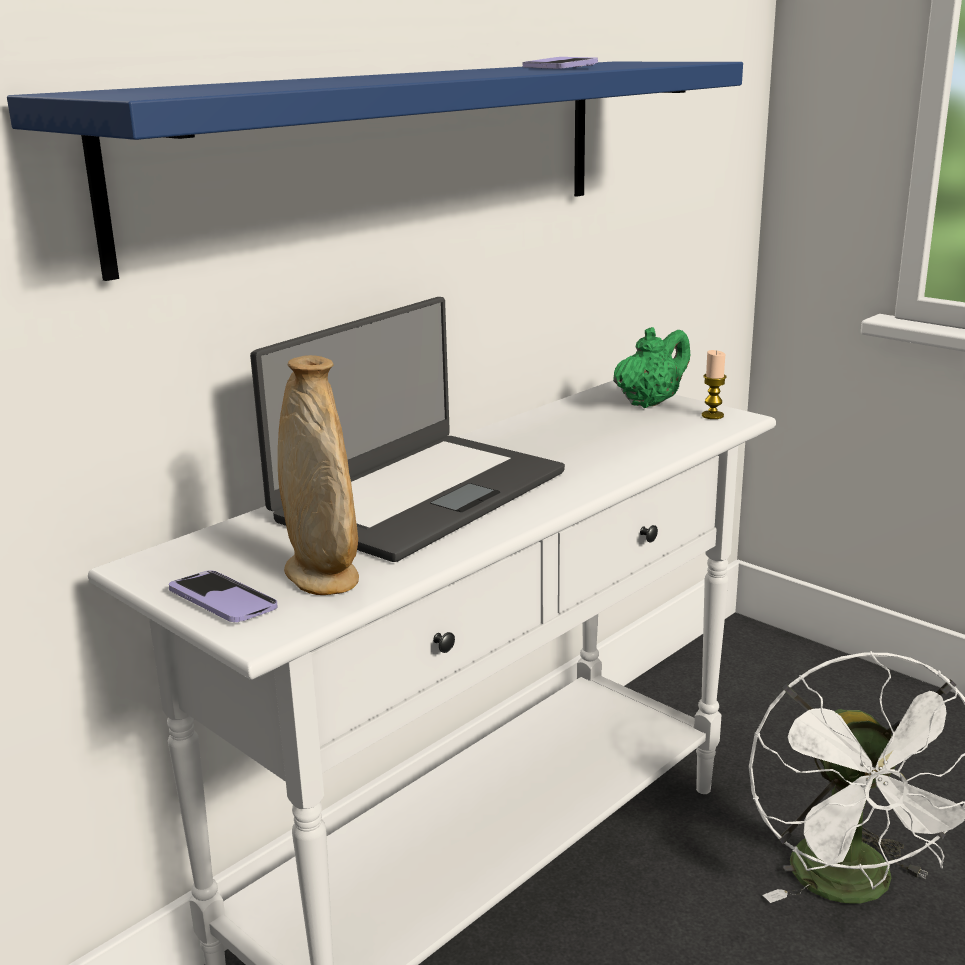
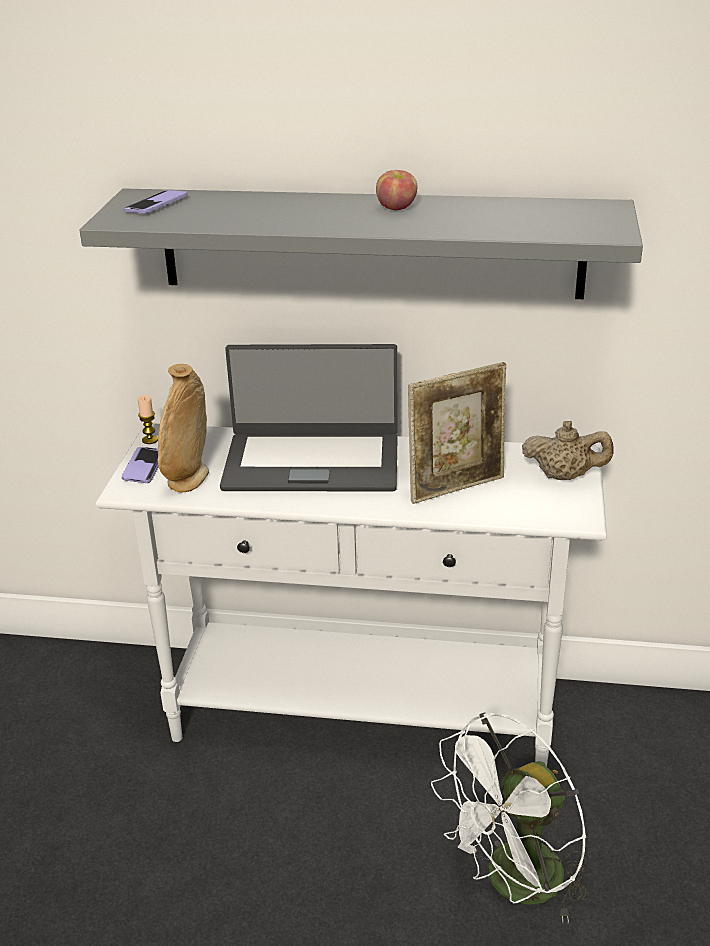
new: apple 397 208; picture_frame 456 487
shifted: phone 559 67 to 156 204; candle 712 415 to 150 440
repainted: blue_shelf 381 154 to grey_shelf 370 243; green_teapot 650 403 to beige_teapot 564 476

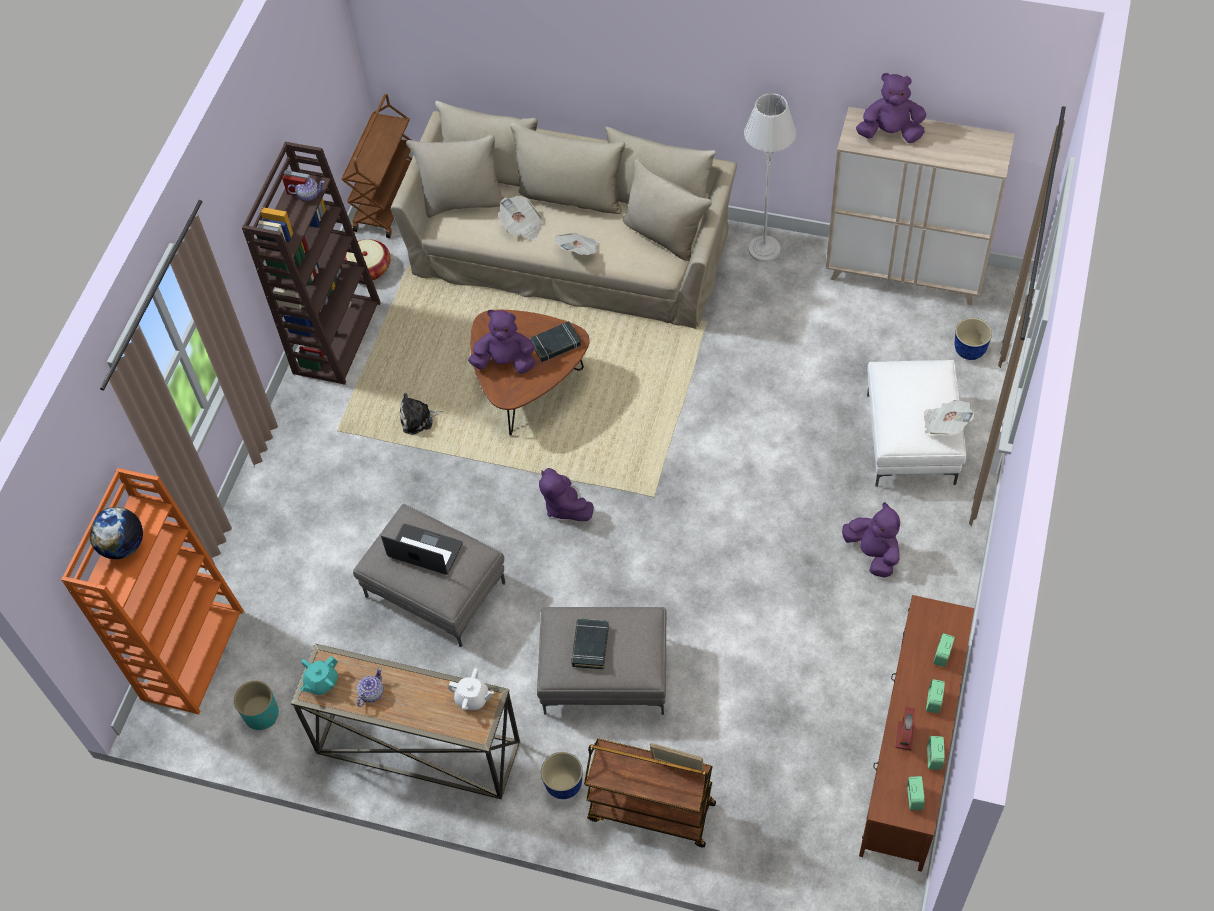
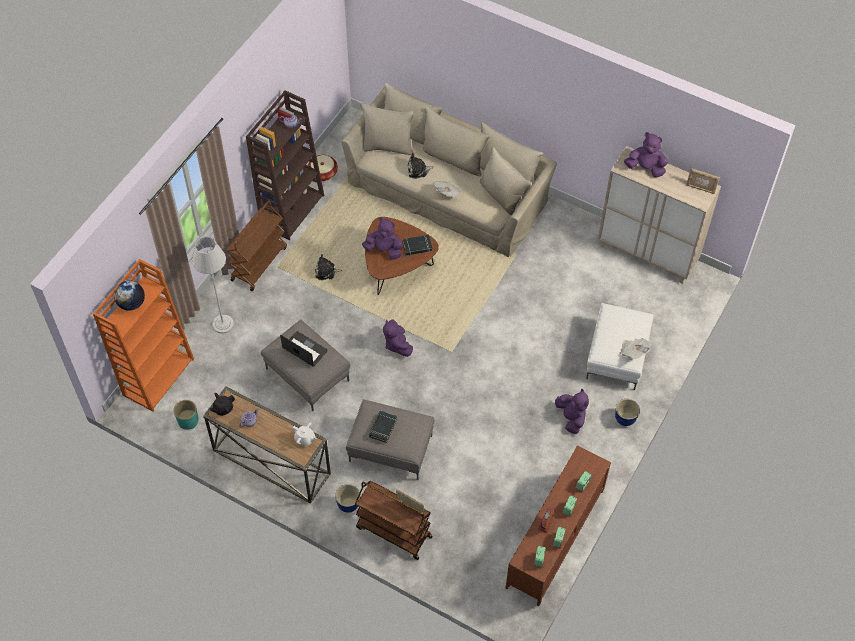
new: picture_frame 700 188
shifted: brown_cart 386 199 to 259 263; grey_floor_lamp 764 249 to 223 324; planter 969 351 to 625 419
swapped: newspaper 522 226 to plush_toy 418 170
repainted: turquoise_teapot 321 682 to black_teapot 223 409

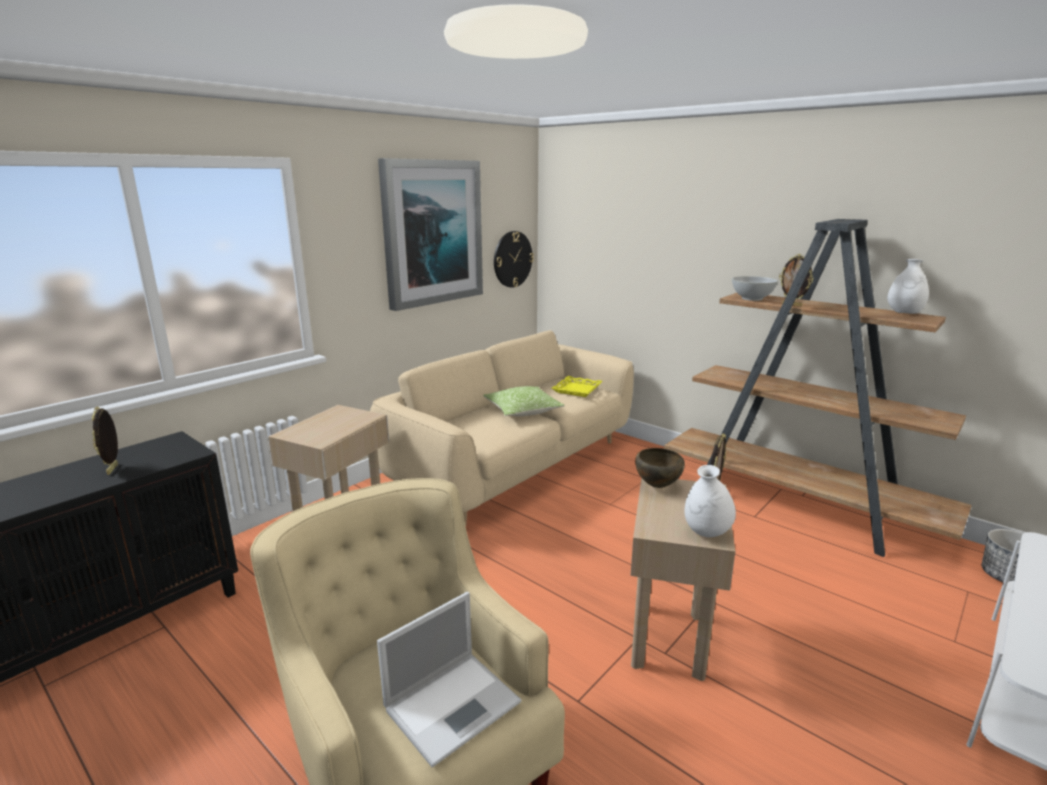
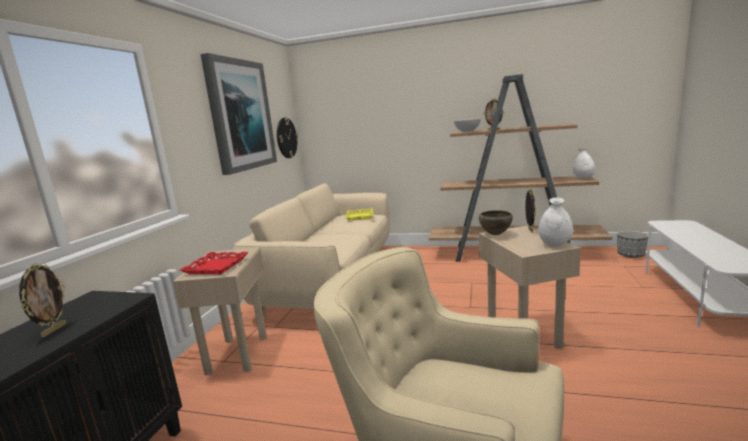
gone: laptop 454 704; pillow 522 411
new: red_tray 216 266
shifted: white_vase 904 314 to 583 178
rotated: picture_frame 114 469 = 53 330 135 degrees counterclockwise

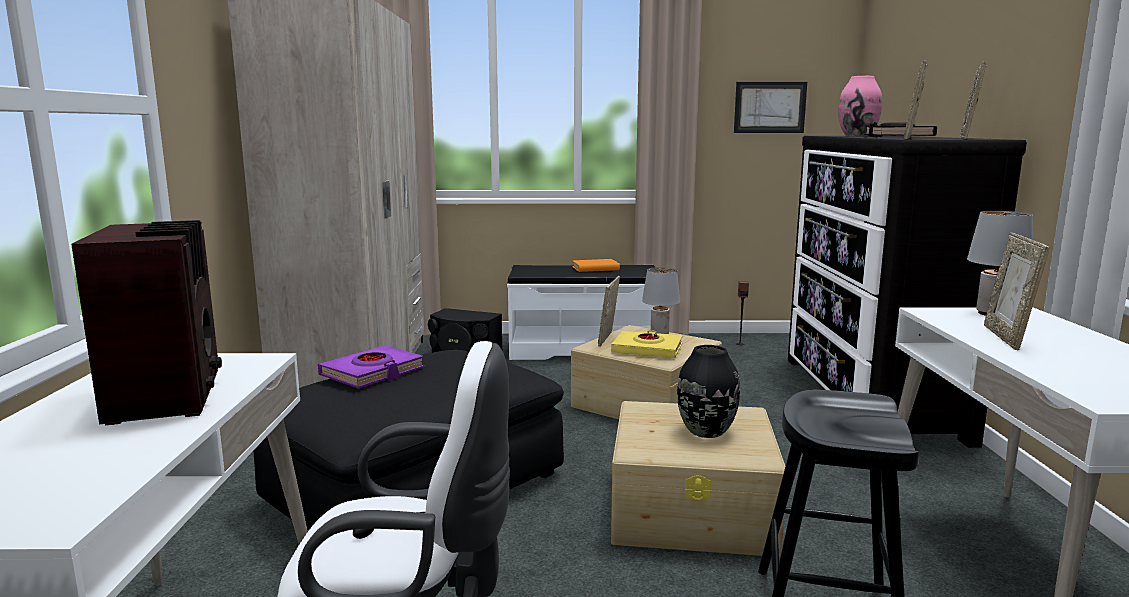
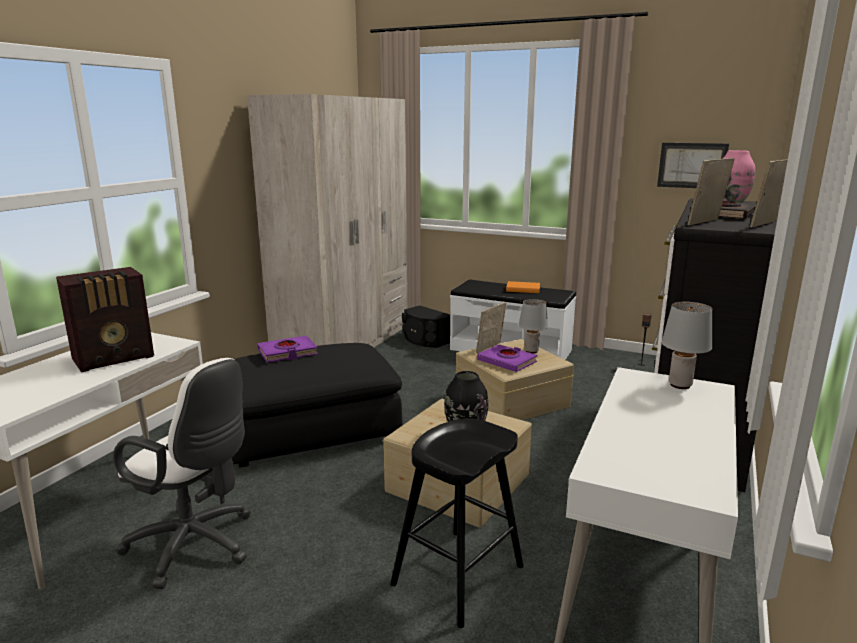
gone: picture_frame 1007 338
repainted: yellow_book 647 349 to purple_book 507 362
rotated: radio 168 395 = 115 358 45 degrees clockwise

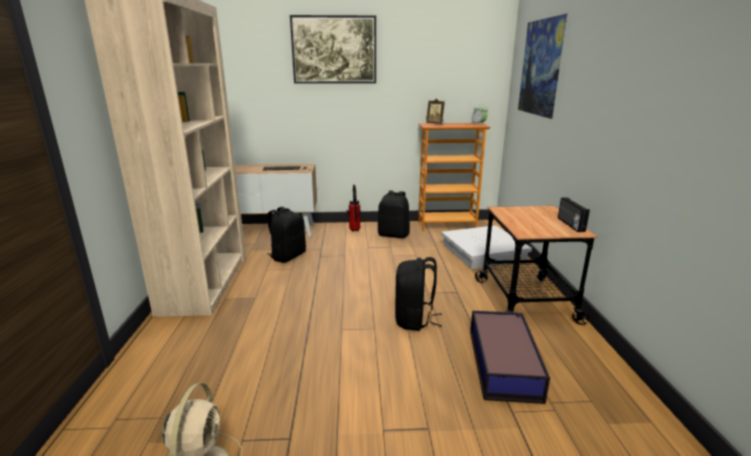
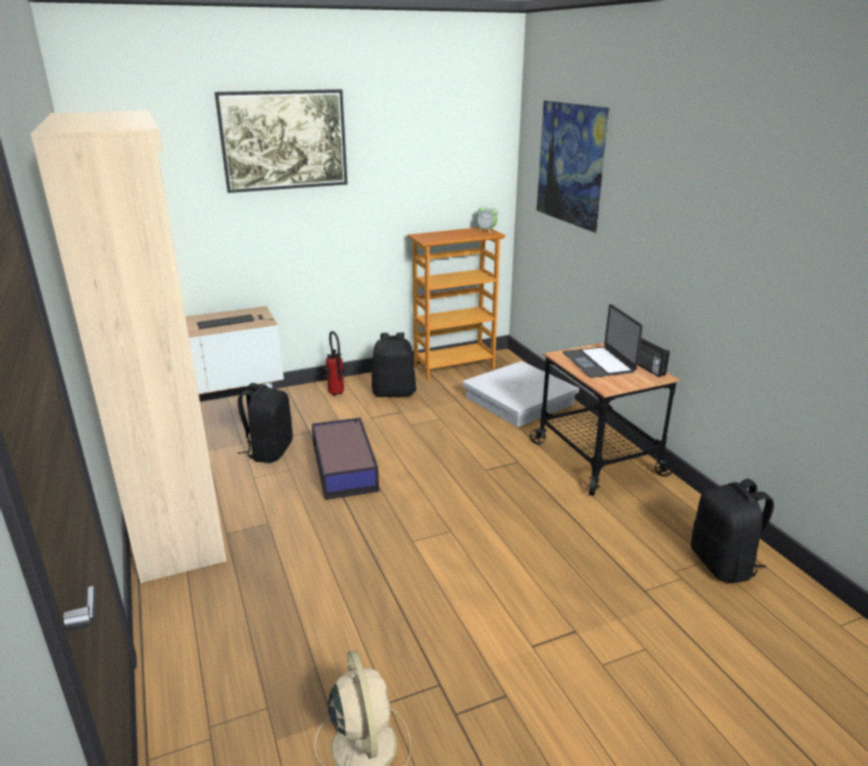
gone: picture_frame 435 124
new: laptop 598 362
shifted: black_backpack 414 320 to 723 564; storage_box 503 363 to 345 466

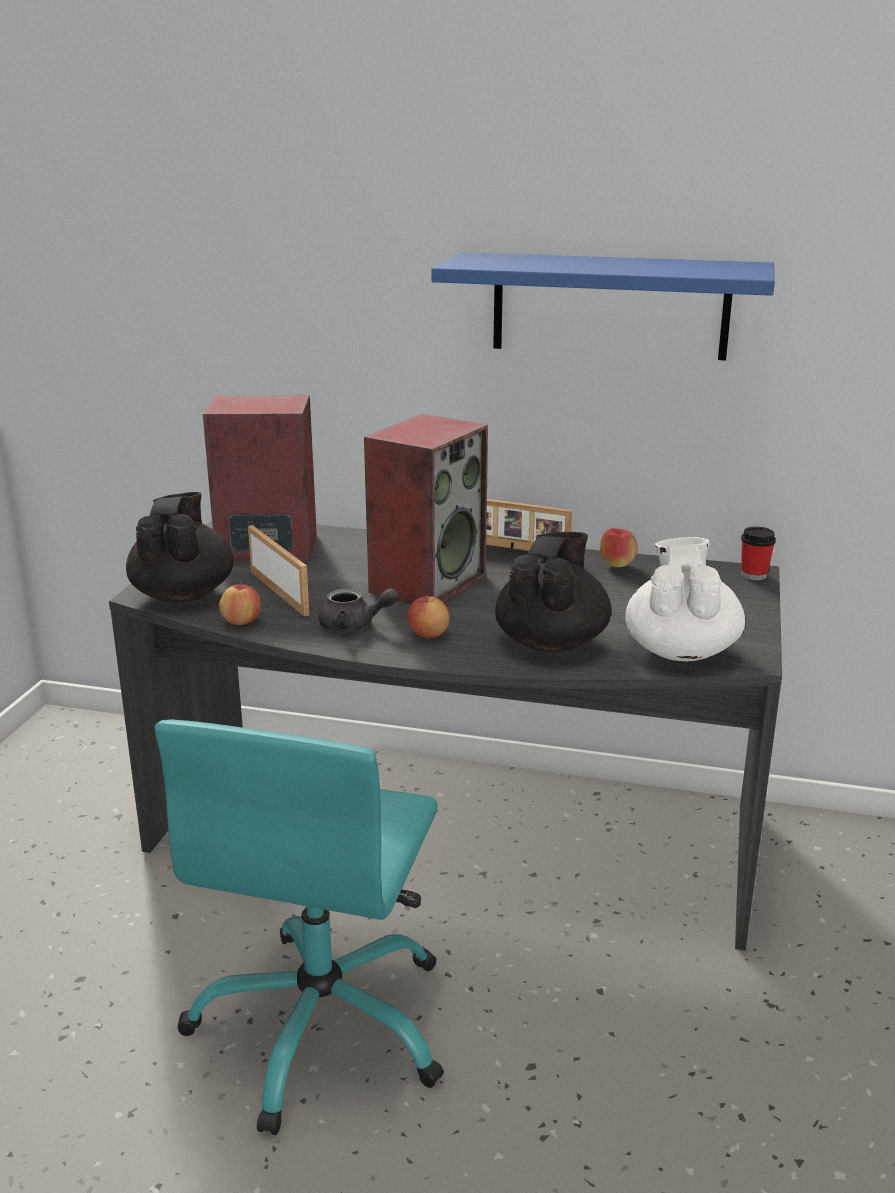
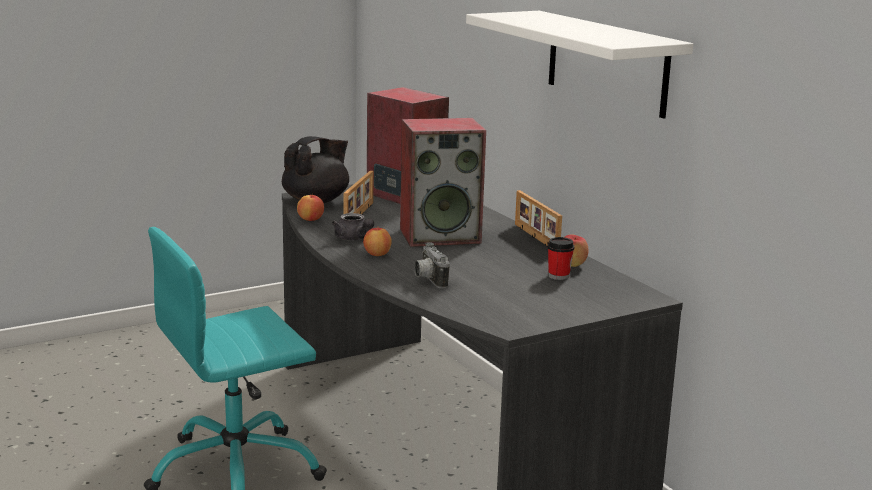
gone: white_teapot 680 650
shifted: cup 754 575 to 558 276
swapped: black_teapot 551 642 to photo_camera 428 280
repainted: blue_shelf 610 306 to white_shelf 607 63

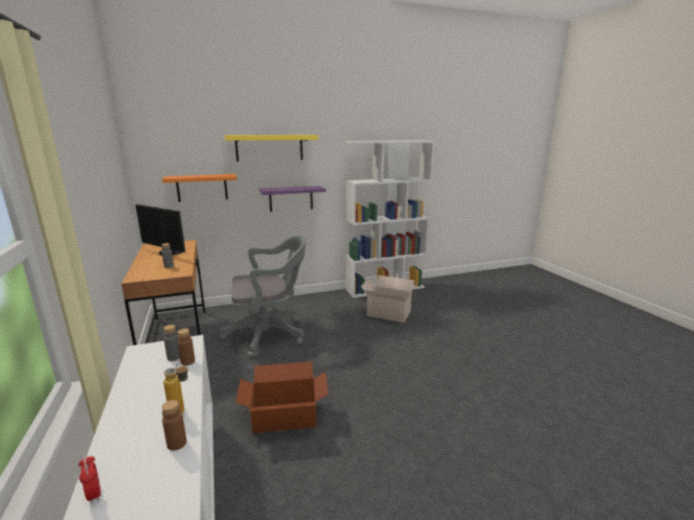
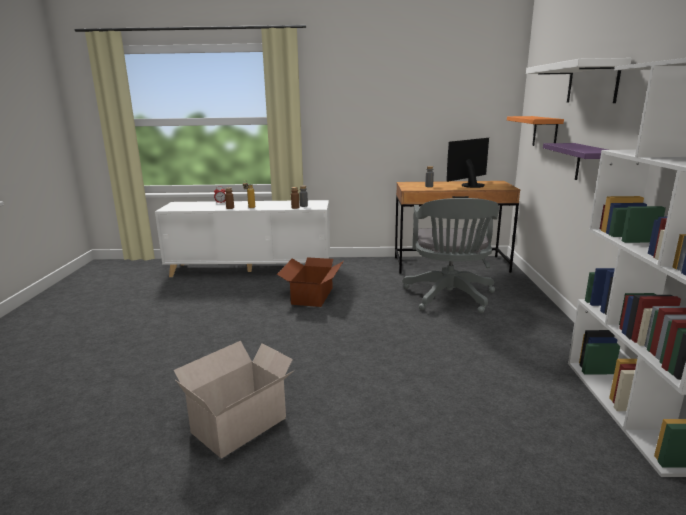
shifted: cardboard_box 387 313 to 242 424
repainted: yellow_shelf 269 147 to white_shelf 592 83

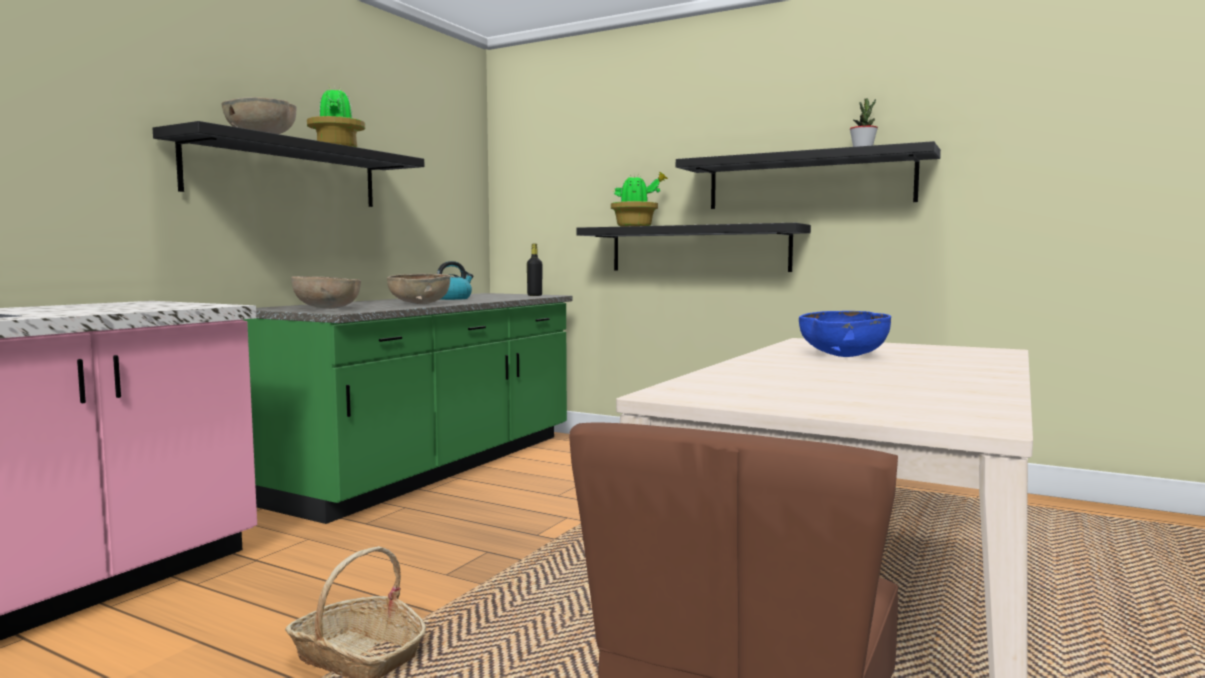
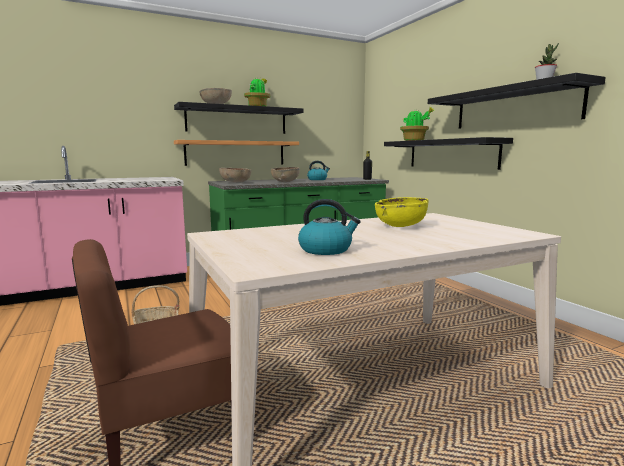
new: shelf 236 153; kettle 326 250
repainted: blue_bowl 844 355 to yellow_bowl 401 226

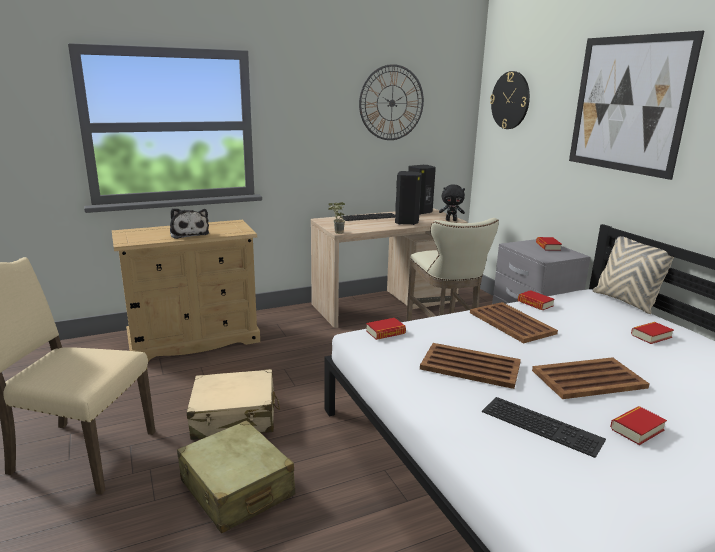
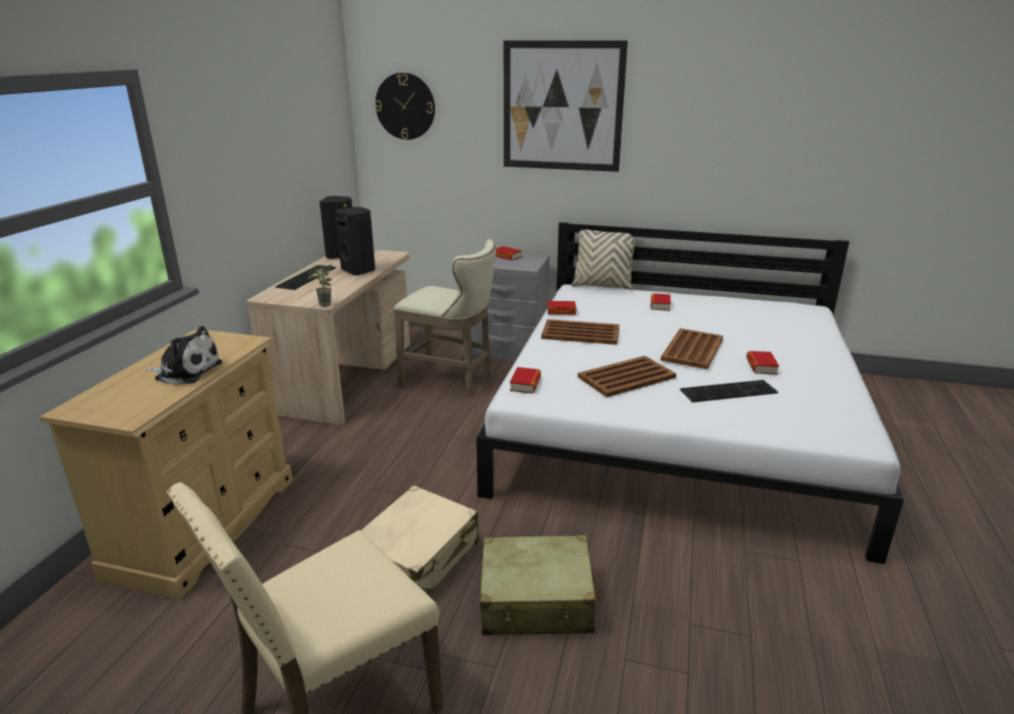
gone: wall_clock 392 103; black_plush_toy 451 220

